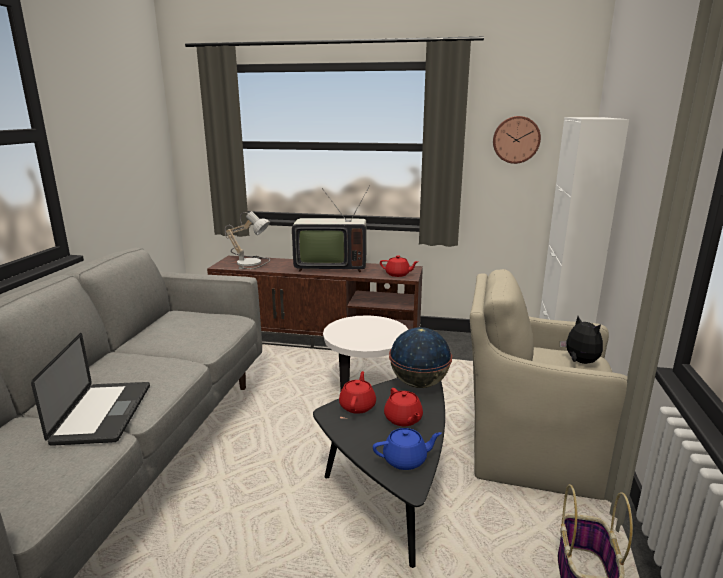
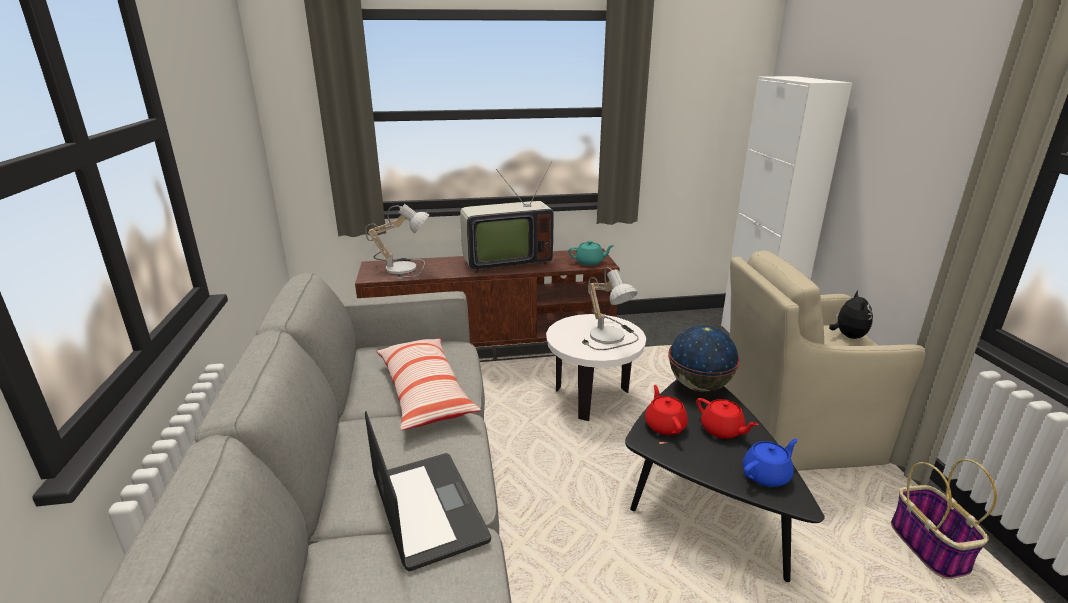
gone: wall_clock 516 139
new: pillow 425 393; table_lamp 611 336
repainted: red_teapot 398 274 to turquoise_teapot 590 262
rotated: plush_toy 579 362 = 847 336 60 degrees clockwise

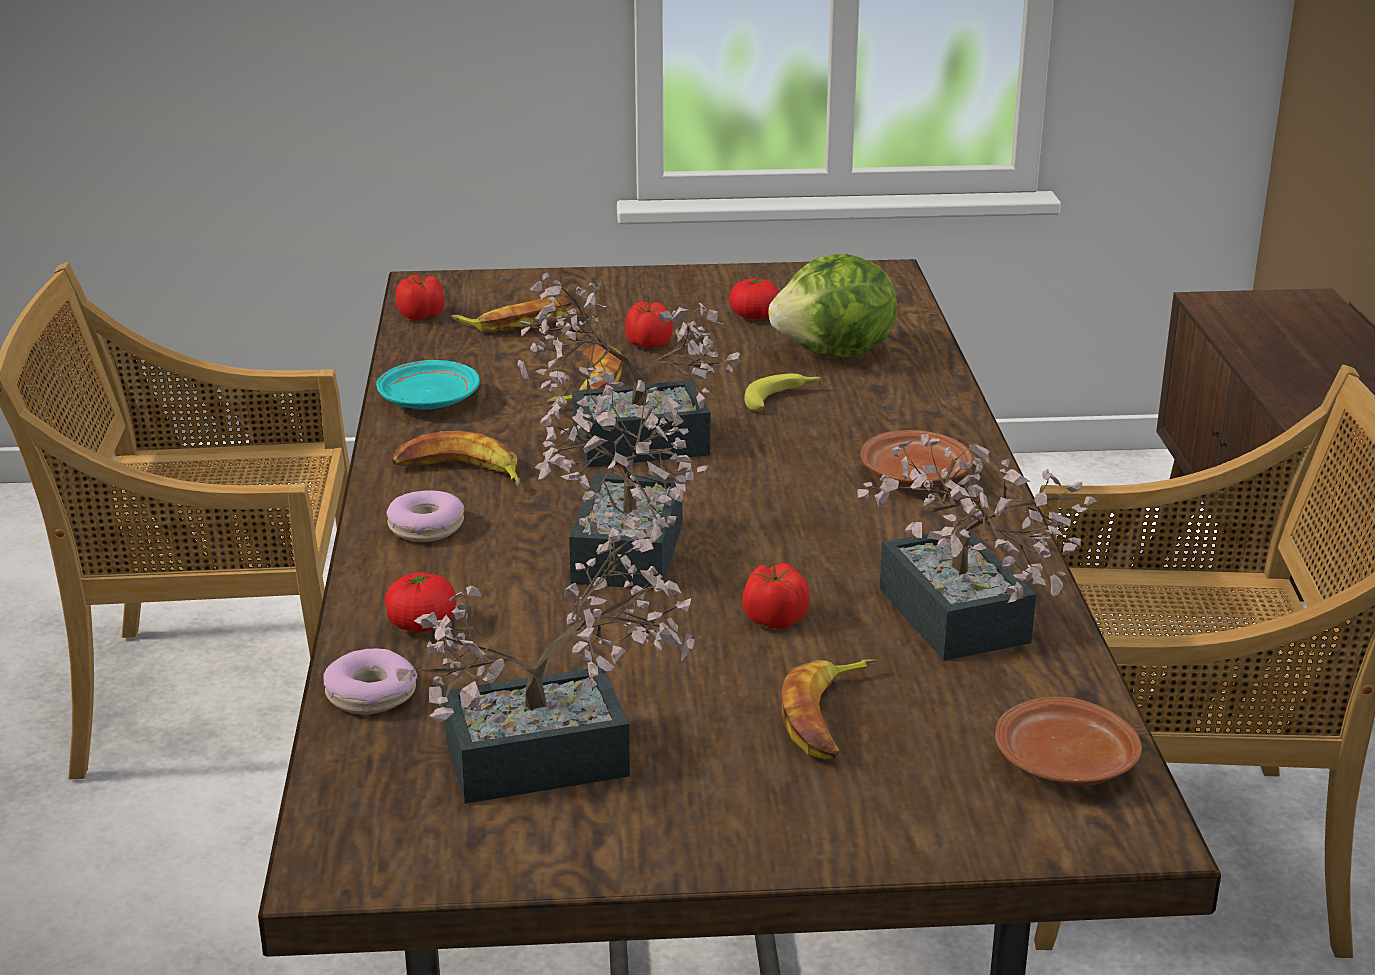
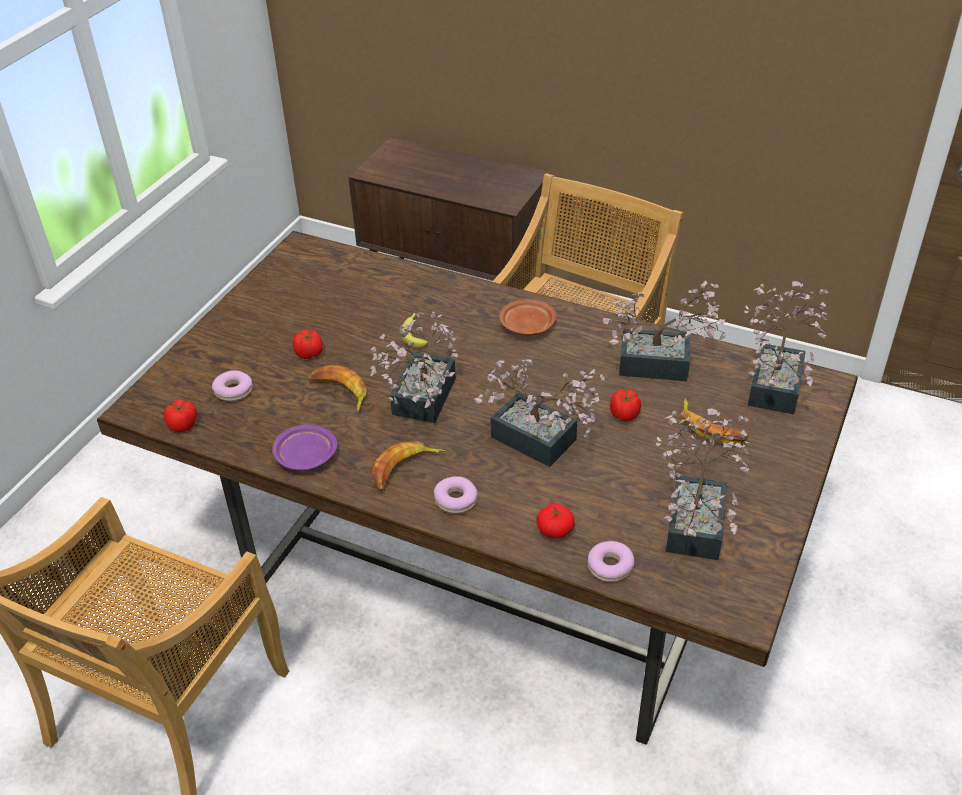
gone: tomato 754 316; lettuce 835 354
swapped: banana 518 323 to donut 233 391; brown_plate 1065 765 to potted_plant 777 381
repainted: turquoise_plate 429 401 to purple_plate 305 456

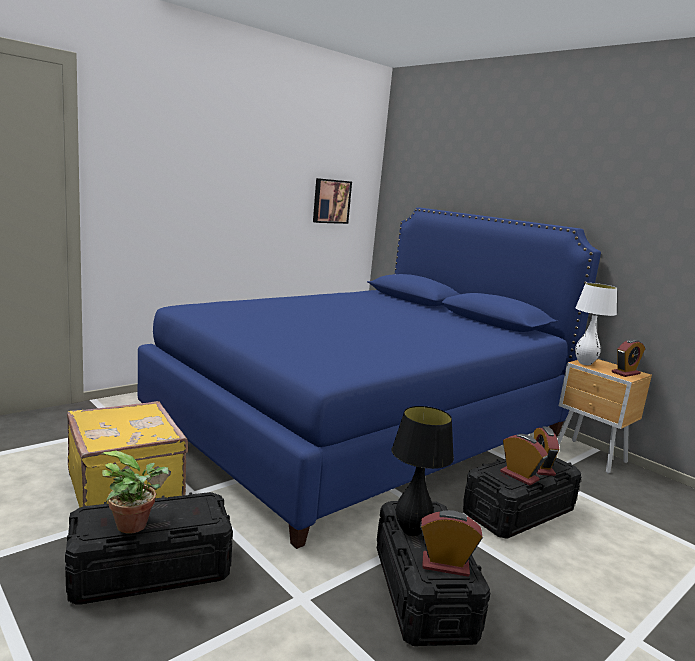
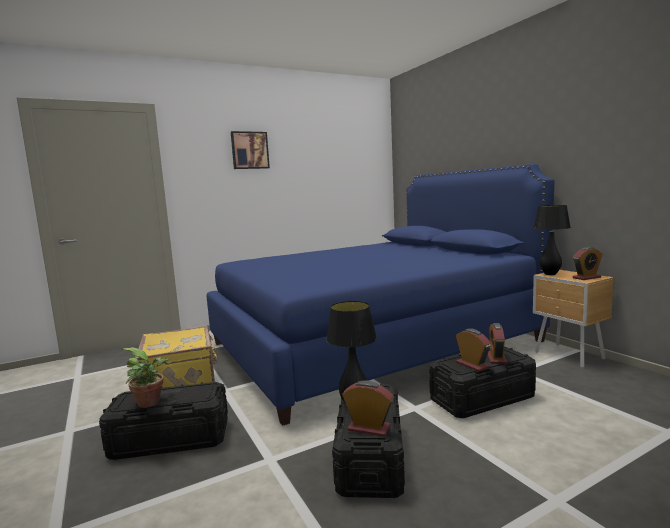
shifted: picture 331 201 to 249 150
repainted: white_table_lamp 584 363 to black_table_lamp 550 274

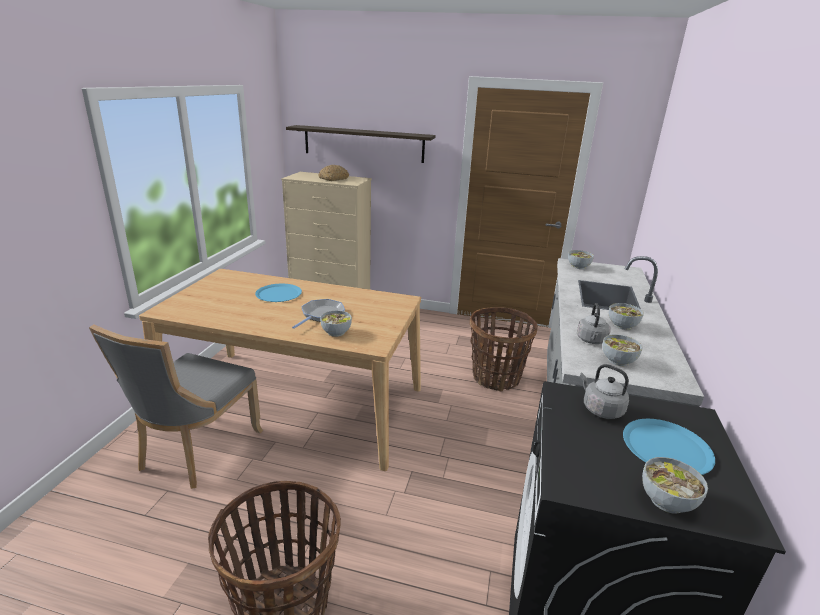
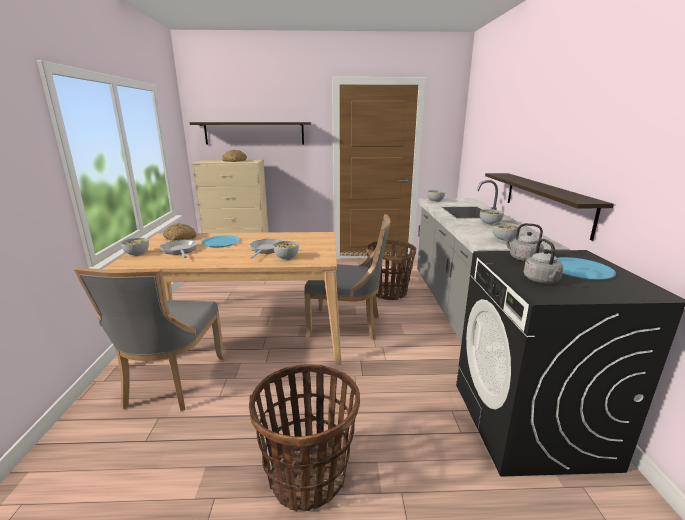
new: frying_pan 180 250; bread 179 238; grey_chair 347 325; shelf 545 201
shifted: grey_kettle 591 340 to 542 281; bowl 666 500 to 137 254

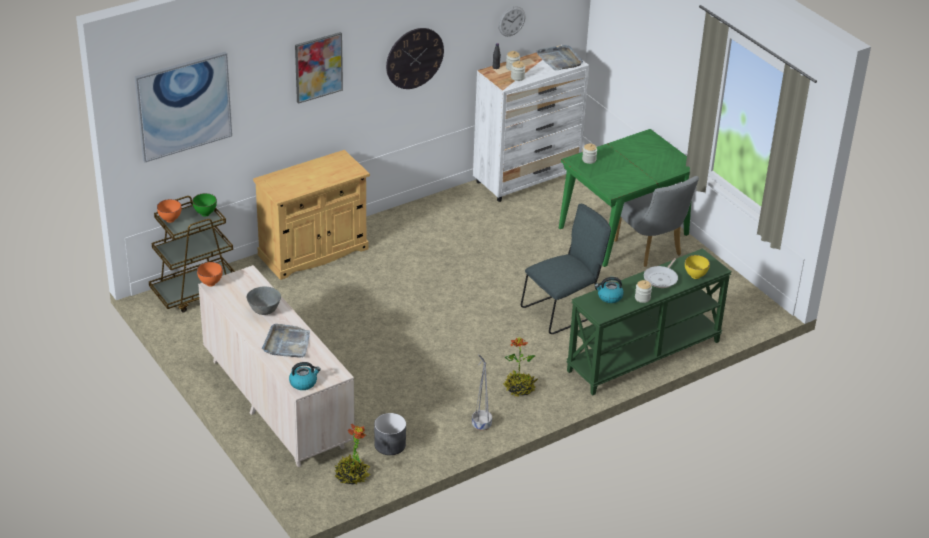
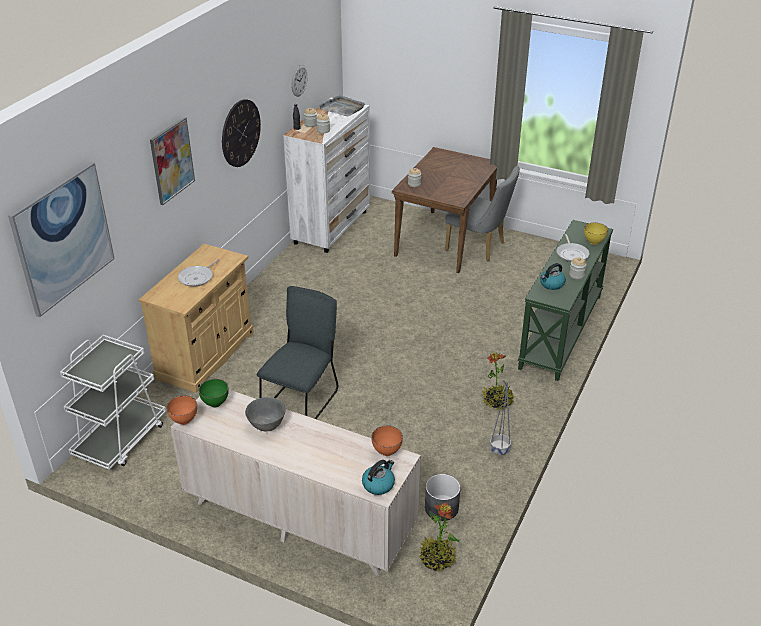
gone: grey_tray 287 343
new: frying_pan 197 278
shifted: orange_bowl 170 220 to 387 452; green_bowl 204 214 to 215 404; grey_chair 564 310 to 302 399
repainted: brown_cart 196 292 to white_cart 121 439; green_dining_table 624 230 to brown_dining_table 445 240

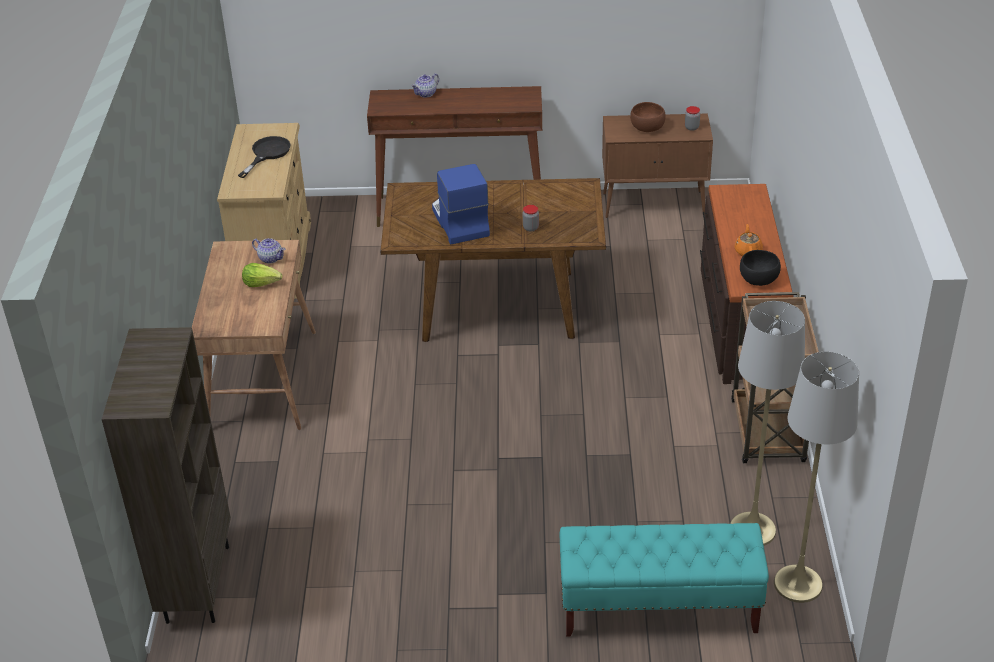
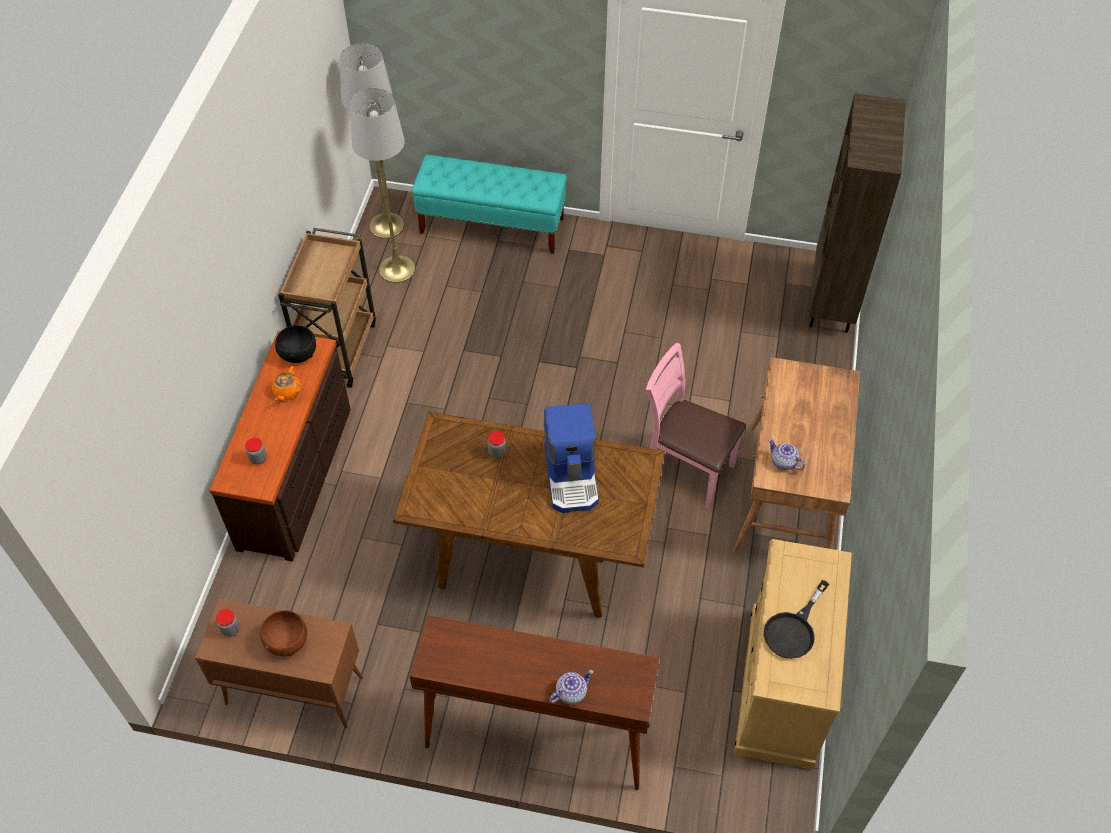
gone: lettuce 262 283
new: jar 258 458; pink_chair 686 470

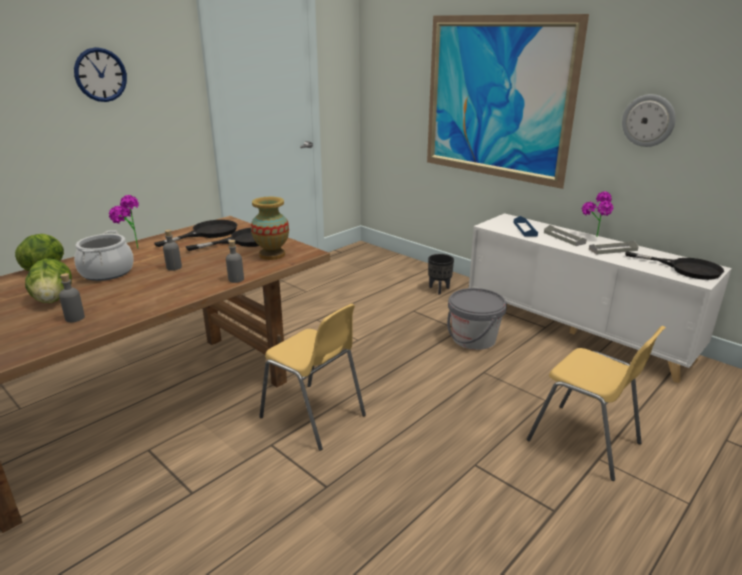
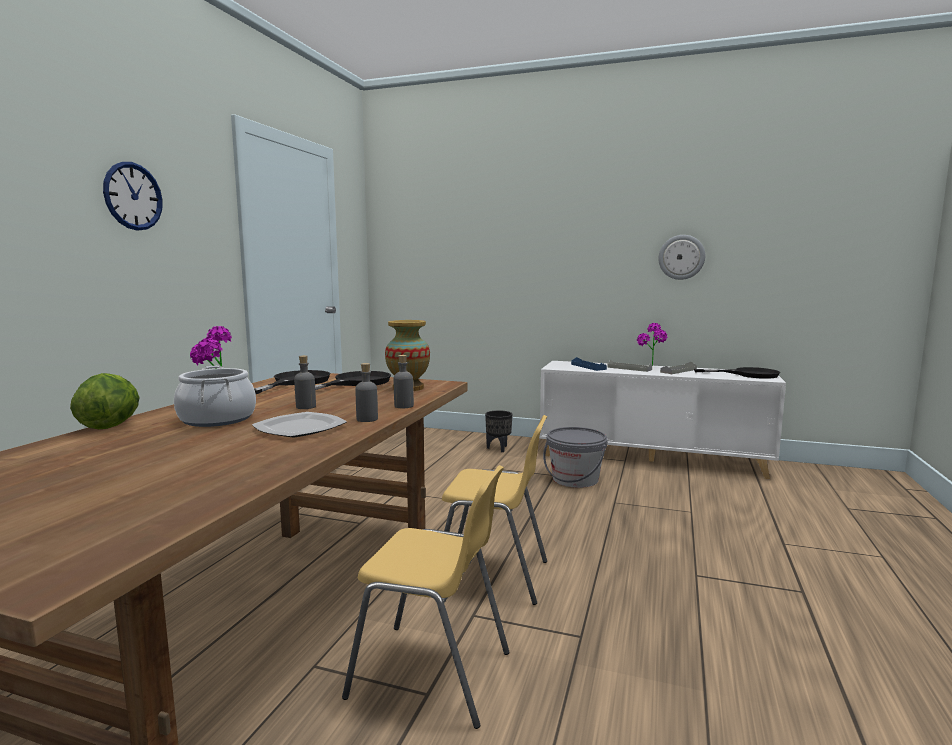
gone: lettuce 53 299; picture 496 99
new: plate 301 428
shifted: grey_bottle 75 318 to 367 419; yellow_chair 585 442 to 432 674

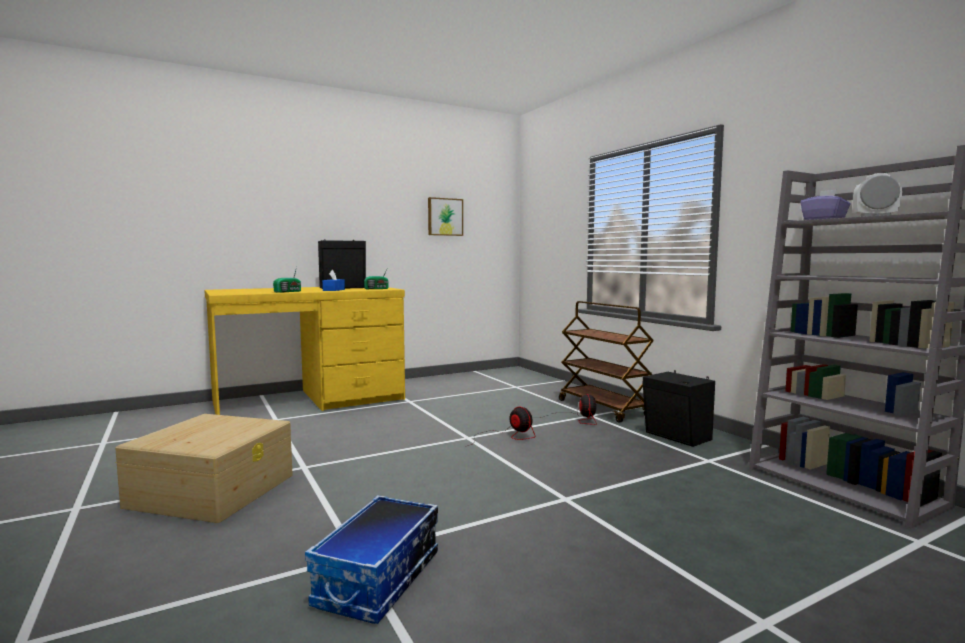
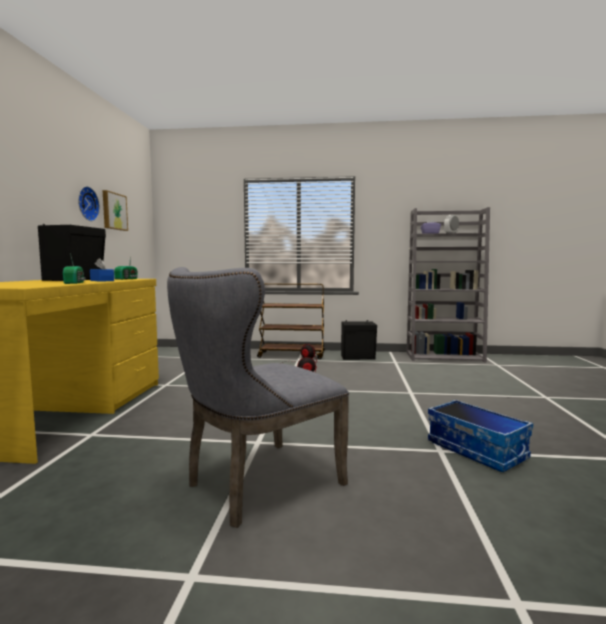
new: wall_clock 86 204
swapped: beige_storage_box 213 490 to grey_chair 255 485

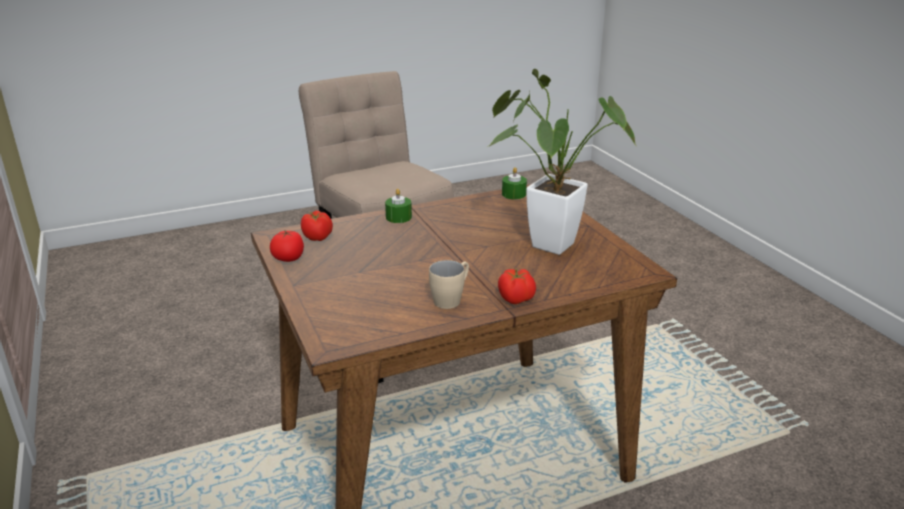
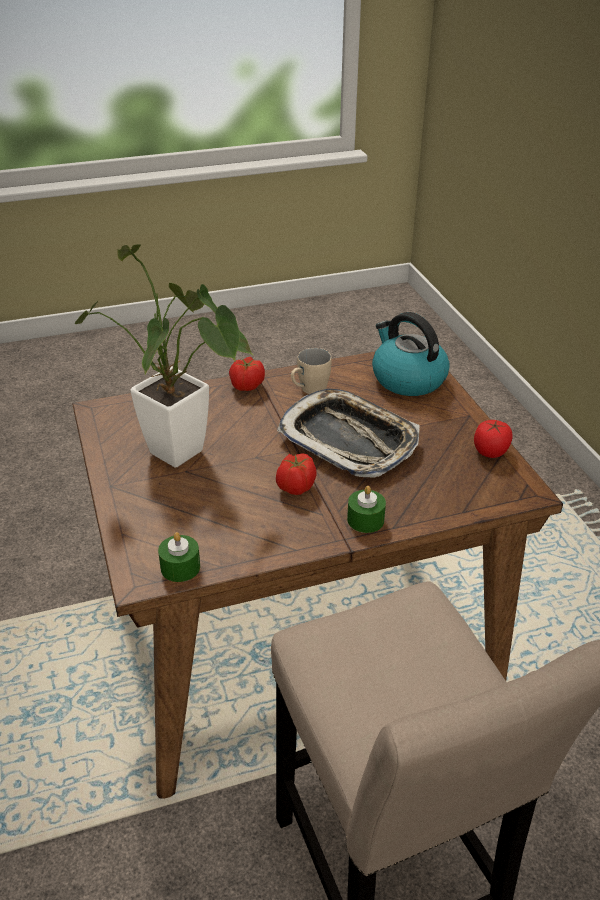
new: tray 349 440; kettle 407 379
shifted: tomato 318 237 to 295 487

